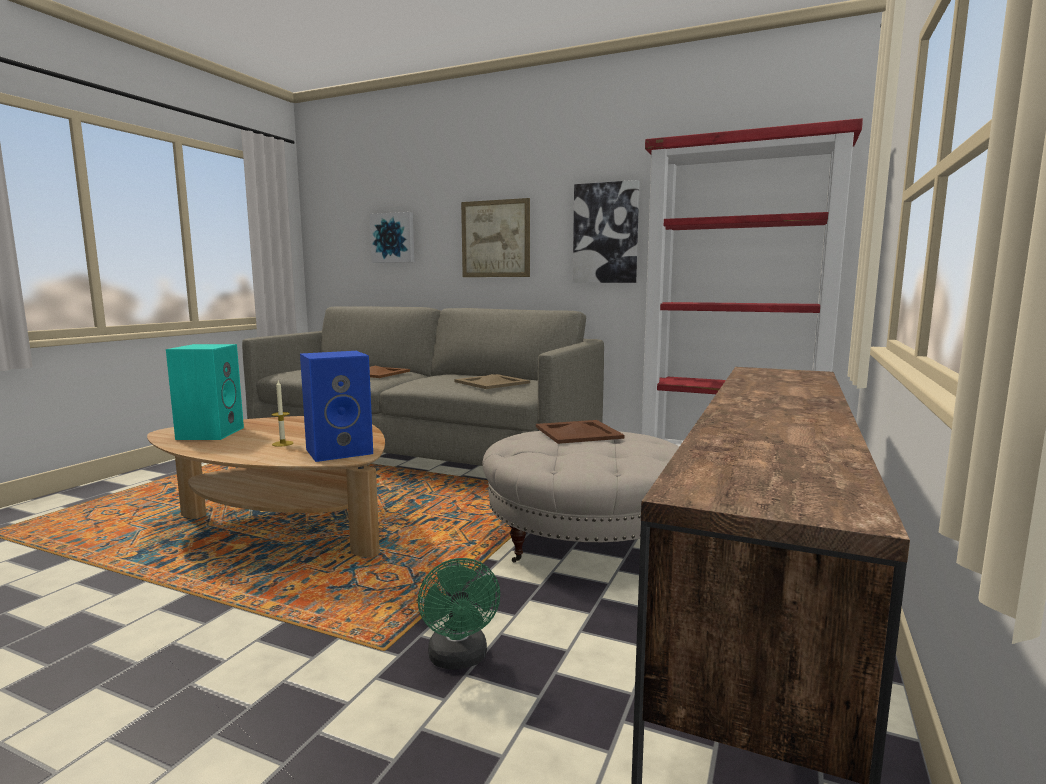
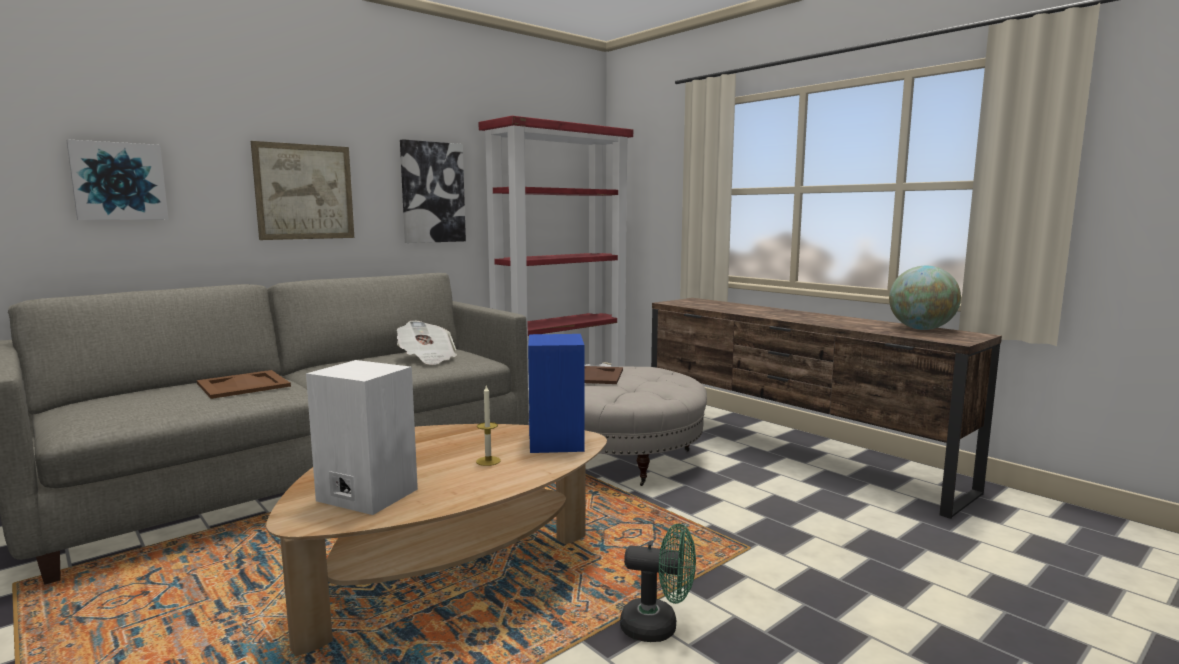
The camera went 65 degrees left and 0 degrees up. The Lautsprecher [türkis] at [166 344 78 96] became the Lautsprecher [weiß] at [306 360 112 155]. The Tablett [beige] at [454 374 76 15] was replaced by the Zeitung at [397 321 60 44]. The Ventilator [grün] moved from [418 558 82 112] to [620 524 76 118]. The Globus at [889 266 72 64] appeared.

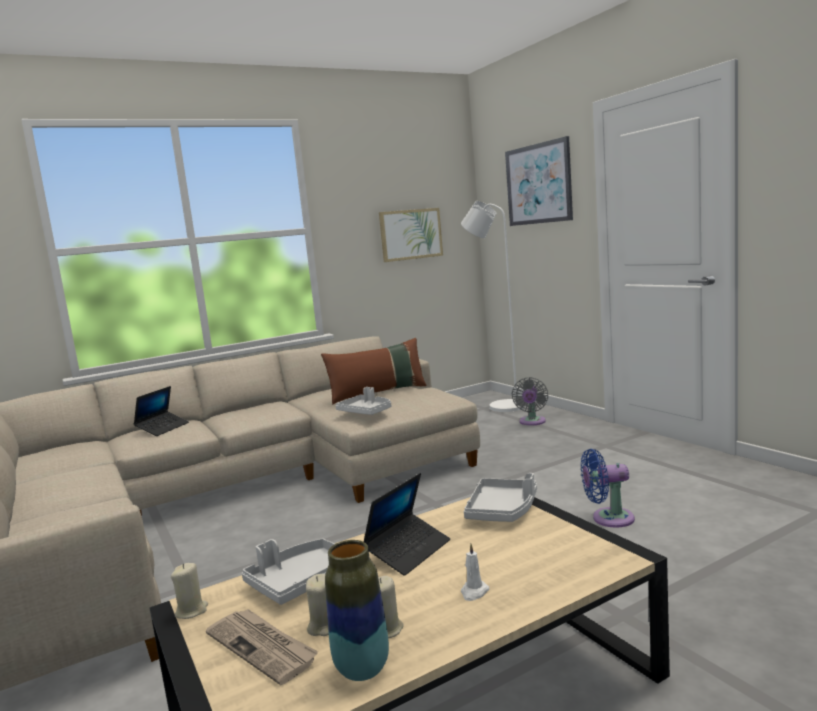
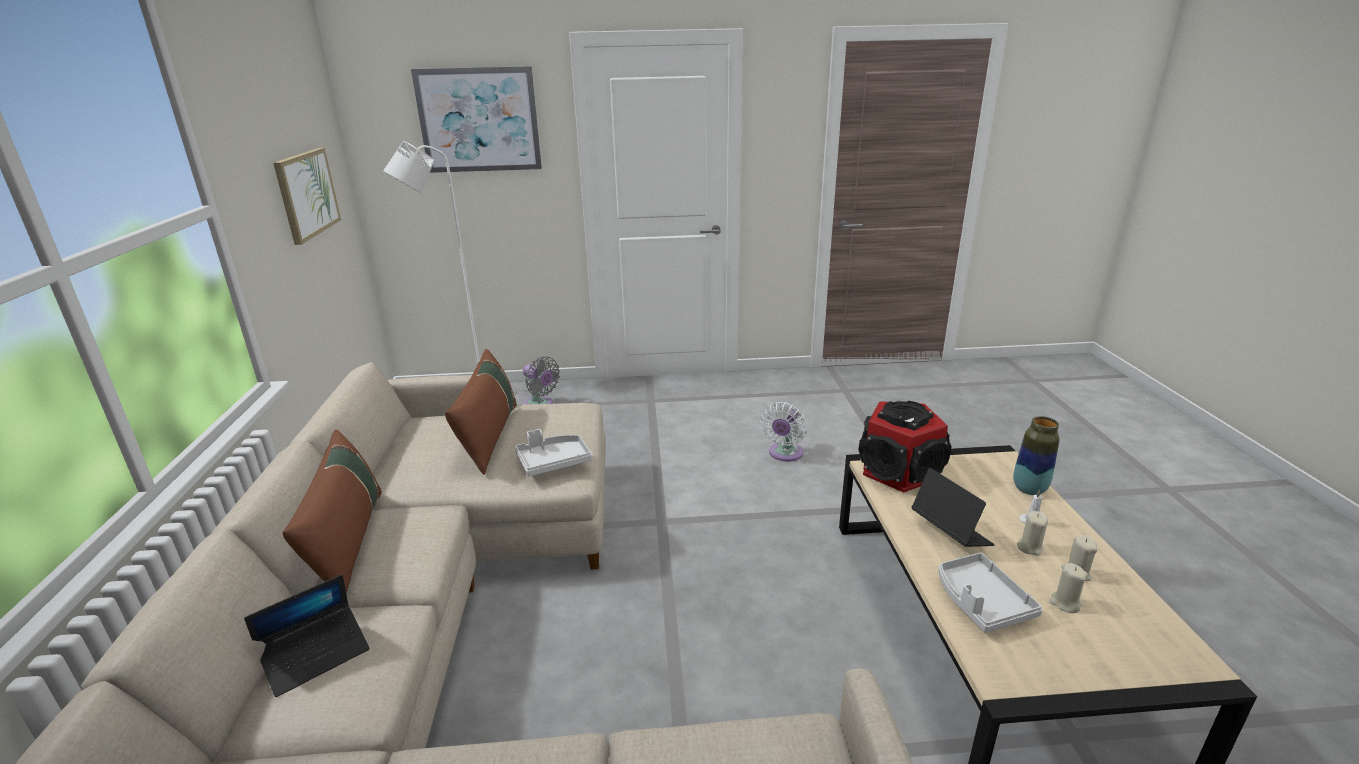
The camera went 65 degrees left and 15 degrees up. The Laptop at [133 386 56 50] turned 90 degrees clockwise. The Ventilator [blau] at [581 449 54 79] became the Ventilator [weiß] at [760 402 47 60]. The Tablett [grau] at [464 473 73 49] was replaced by the Lautsprecher at [858 400 94 92]. The Vase moved from [325 540 64 141] to [1013 416 46 79]. The Kerze [beige] moved from [171 563 37 56] to [1017 511 31 44]. The Zeitung at [206 609 112 76] disappeared. The Kissen [braun] at [282 429 100 166] appeared.

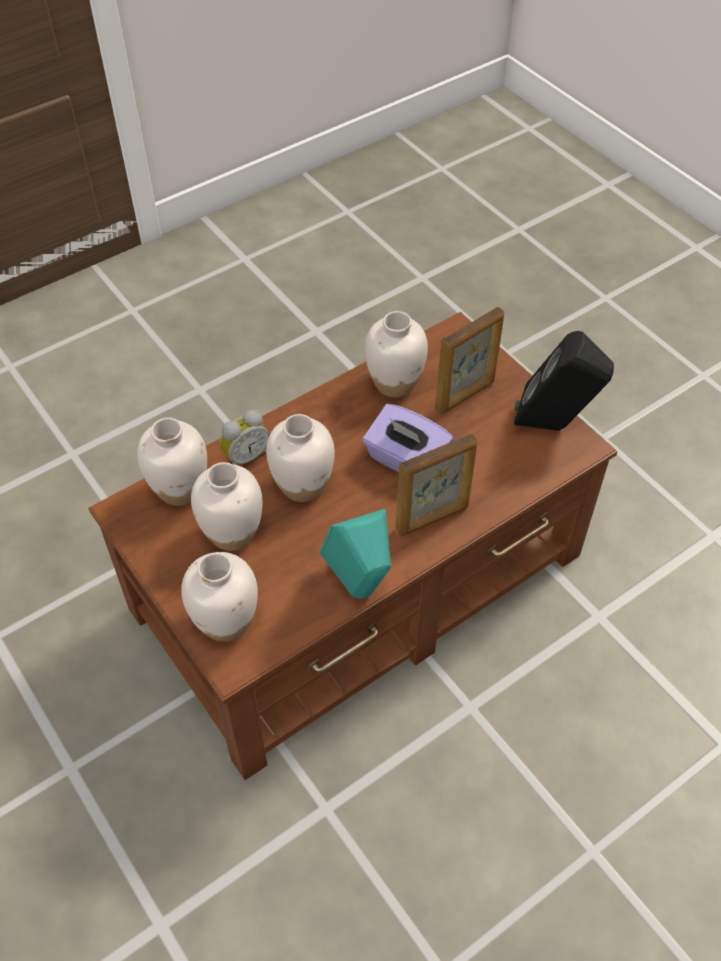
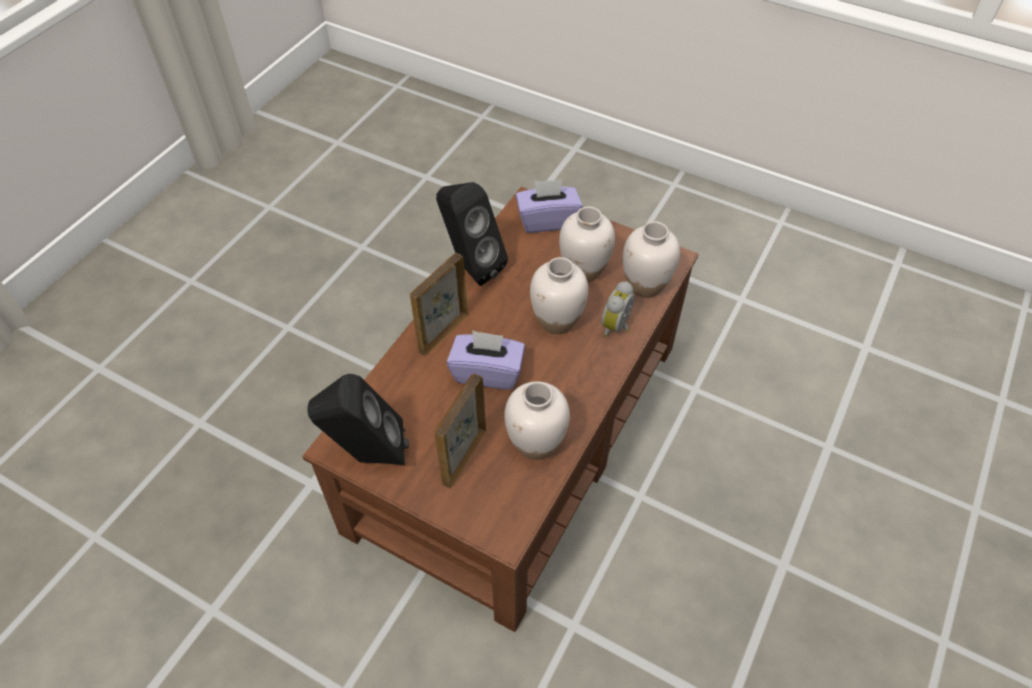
The camera went 155 degrees right and 0 degrees up. The Lautsprecher [türkis] at [320 509 71 90] became the Lautsprecher [schwarz] at [436 182 72 104]. The Vase [weiß] at [181 552 77 90] was replaced by the Taschentuchbox [lila] at [516 179 67 54].

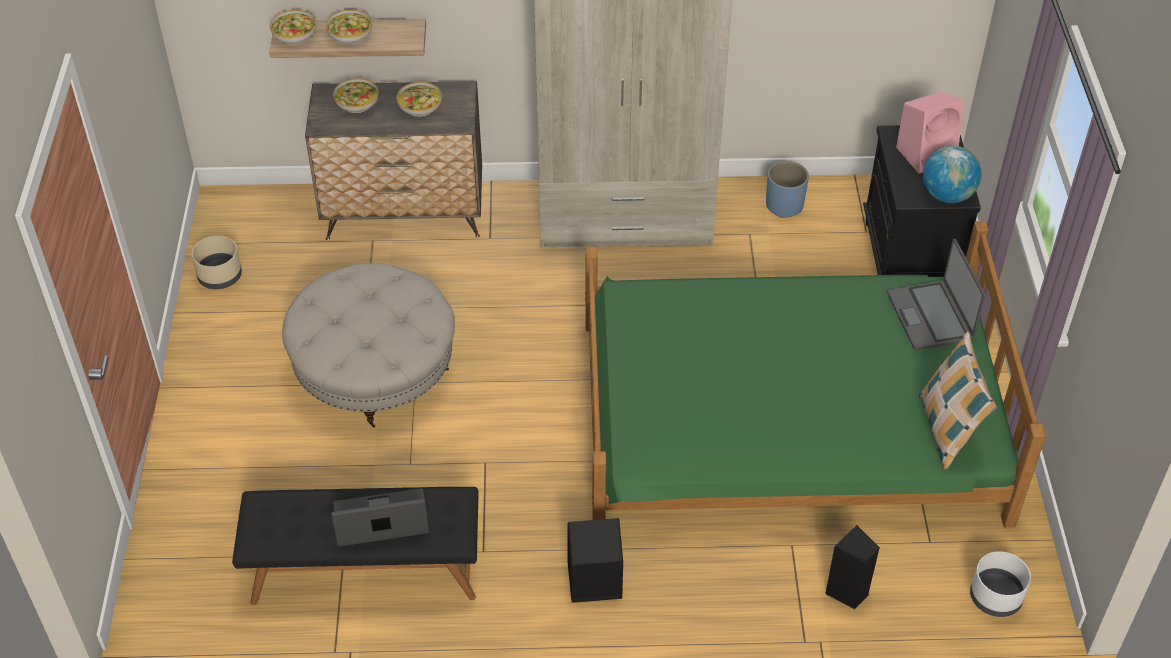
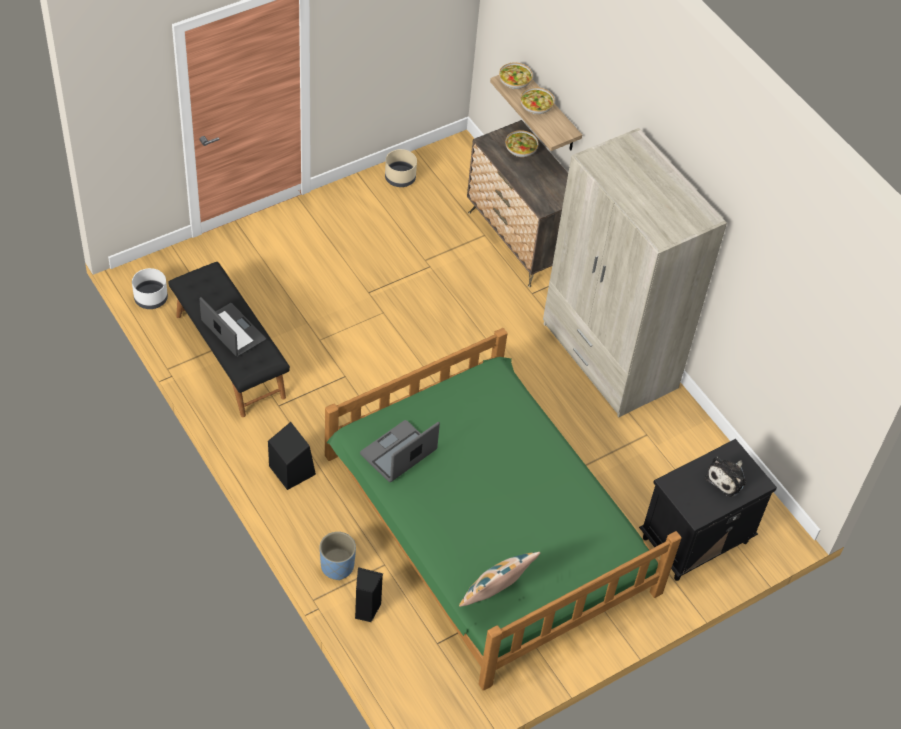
The camera went 55 degrees right and 5 degrees up. The Schüssel at [396 82 46 35] disappeared. The Lautsprecher [rosa] at [896 92 68 82] was replaced by the Plüschtier at [705 457 41 40]. The Globus at [923 146 59 57] disappeared. The Pflanzkübel [blau] moved from [766 161 43 57] to [320 532 36 48]. The Laptop moved from [887 238 99 112] to [360 420 80 62]. The Polsterhocker [beige] at [282 263 173 165] disappeared. The Pflanzkübel [weiß] moved from [970 551 61 66] to [132 268 36 41].

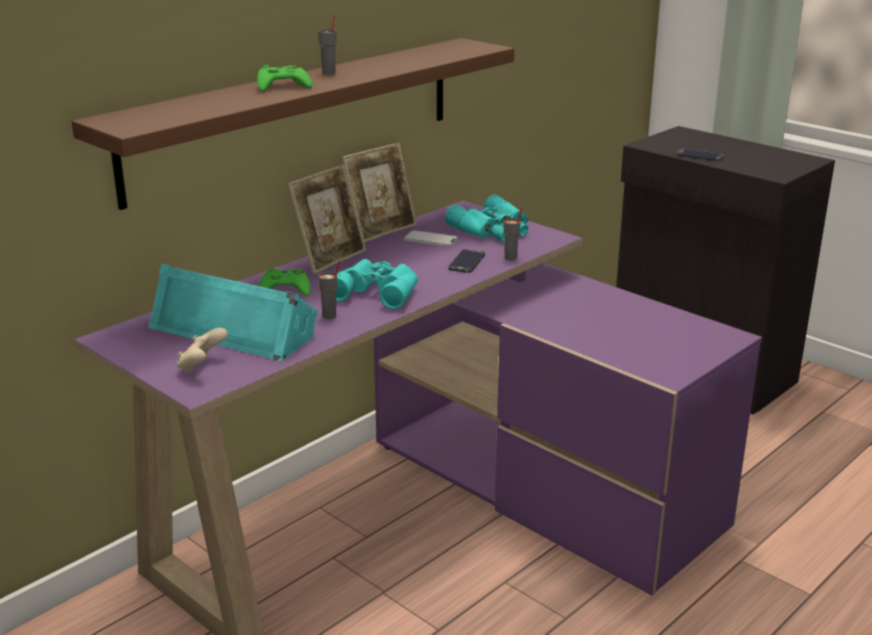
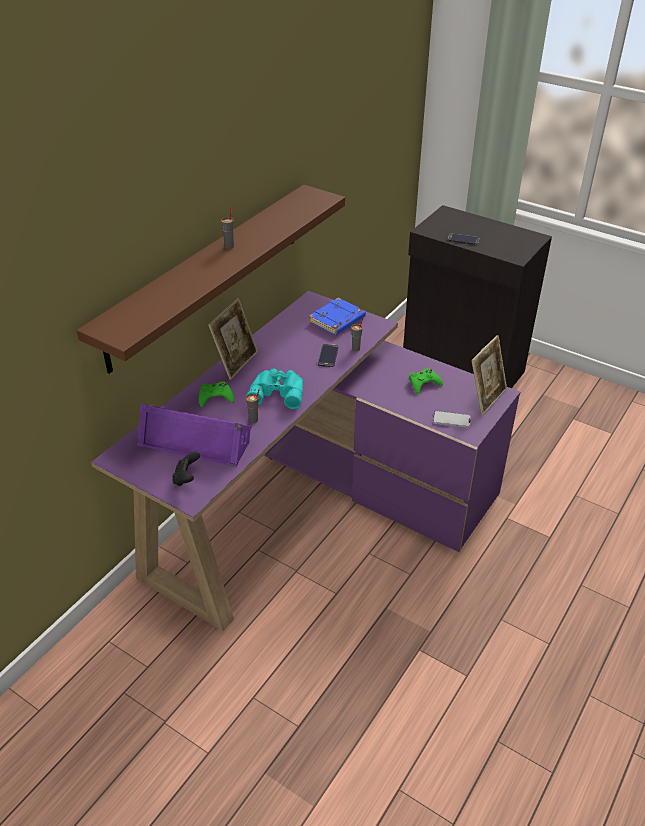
The camera went 10 degrees left and 15 degrees up. The Gamepad [grün] moved from [257 65 55 27] to [409 368 34 26]. The Bilderrahmen moved from [342 143 75 99] to [471 335 36 80]. The Fernglas [türkis] at [445 195 84 47] was replaced by the Buch [blau] at [309 298 57 37]. The Handy moved from [404 230 54 17] to [433 411 38 17]. The Lautsprecher [türkis] at [148 264 170 98] became the Lautsprecher [lila] at [137 403 114 64]. The Gamepad [beige] at [177 328 51 46] became the Gamepad [schwarz] at [172 451 28 35].

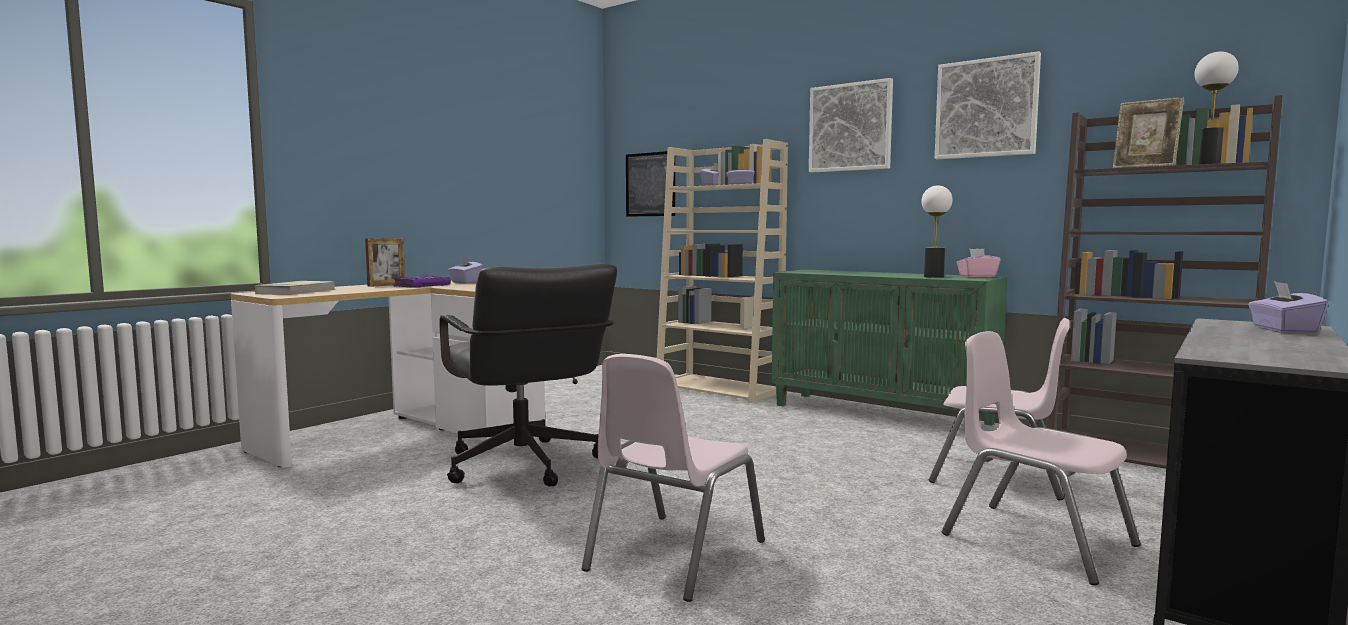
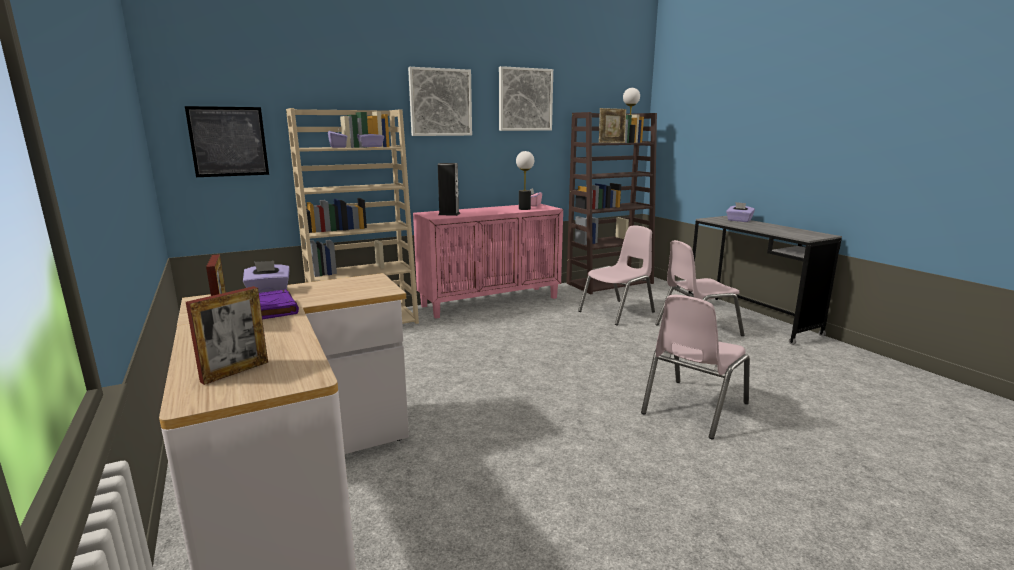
The camera went 65 degrees left and 10 degrees up. The Bürostuhl [schwarz] at [439 264 178 222] disappeared. The Schrank [grün] at [772 269 235 157] became the Schrank [rosa] at [413 204 150 115]. The Buch at [255 281 81 14] was replaced by the Bilderrahmen at [186 286 82 99]. The Stuhl [rosa] at [582 354 183 248] turned 75 degrees clockwise. The Lautsprecher at [438 163 22 53] appeared.

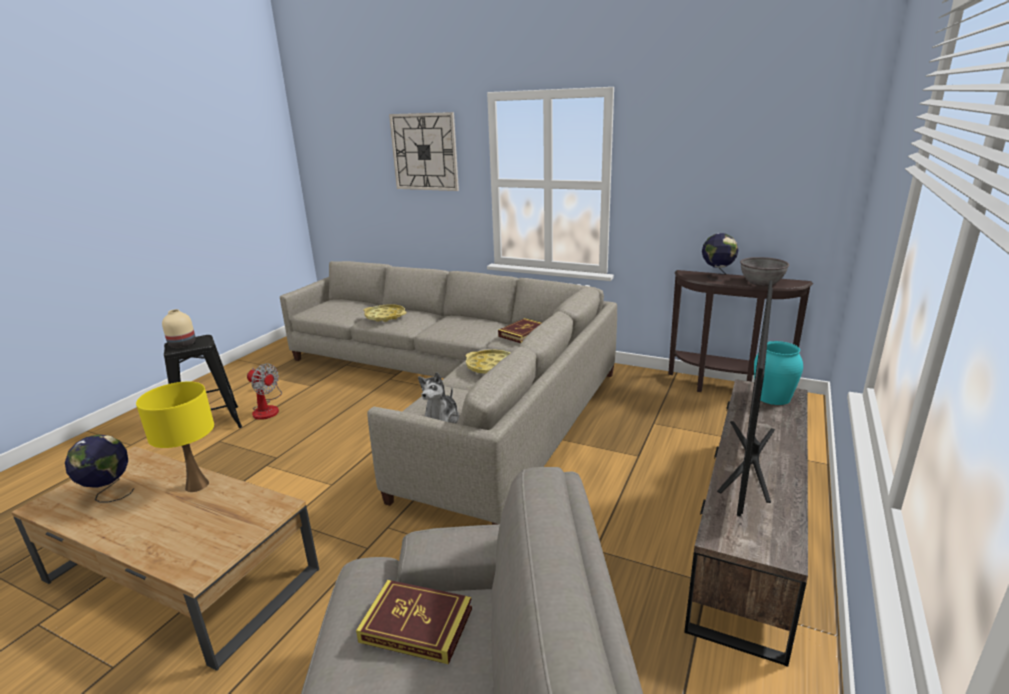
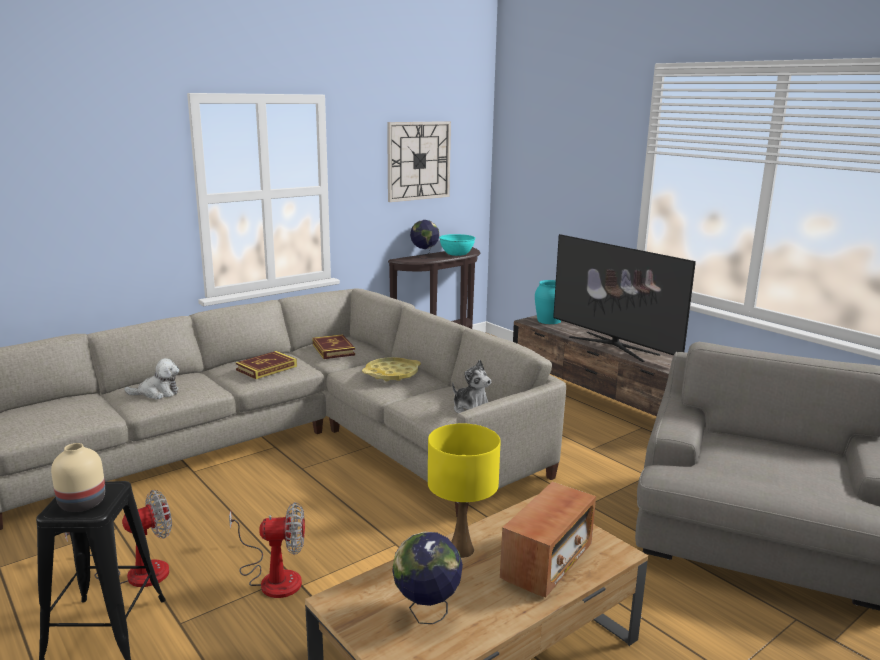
The camera went 65 degrees left and 5 degrees down. The Wanduhr moved from [389 112 70 79] to [387 121 64 81]. The Schüssel [grau] at [740 257 49 29] became the Schüssel [türkis] at [439 234 36 22]. The Tablett [gelb] at [364 304 42 18] was replaced by the Plüschtier at [124 358 55 42]. The Buch moved from [356 580 116 84] to [236 351 61 28]. The Radio at [500 482 96 115] appeared. The Ventilator at [229 502 76 96] appeared.

